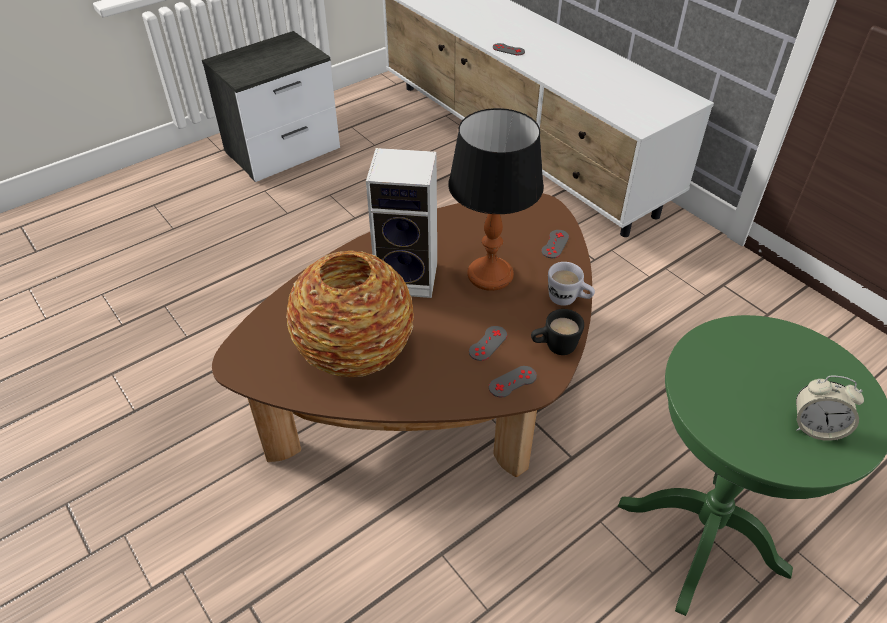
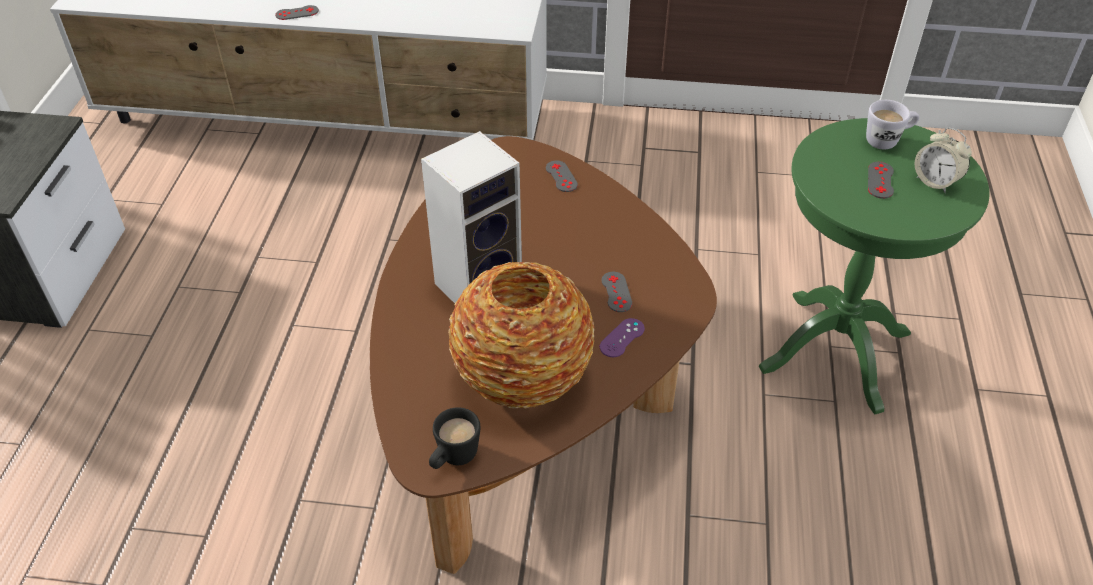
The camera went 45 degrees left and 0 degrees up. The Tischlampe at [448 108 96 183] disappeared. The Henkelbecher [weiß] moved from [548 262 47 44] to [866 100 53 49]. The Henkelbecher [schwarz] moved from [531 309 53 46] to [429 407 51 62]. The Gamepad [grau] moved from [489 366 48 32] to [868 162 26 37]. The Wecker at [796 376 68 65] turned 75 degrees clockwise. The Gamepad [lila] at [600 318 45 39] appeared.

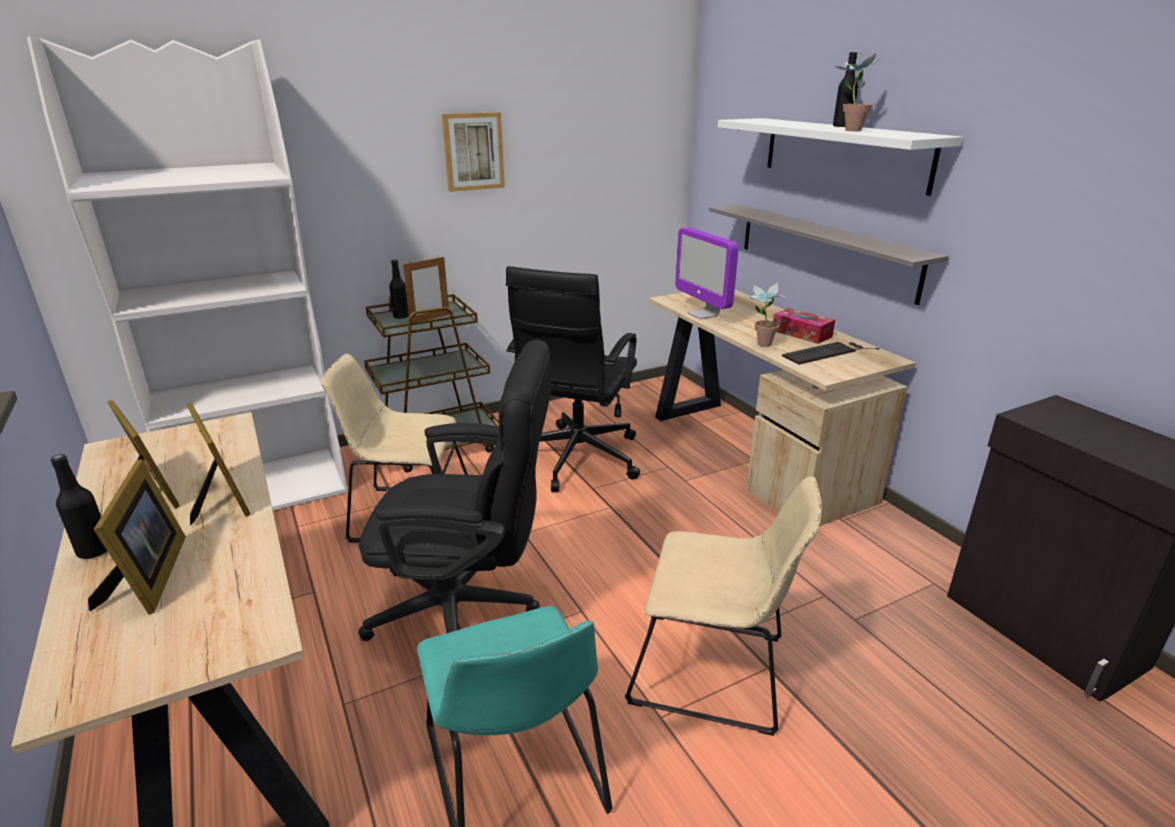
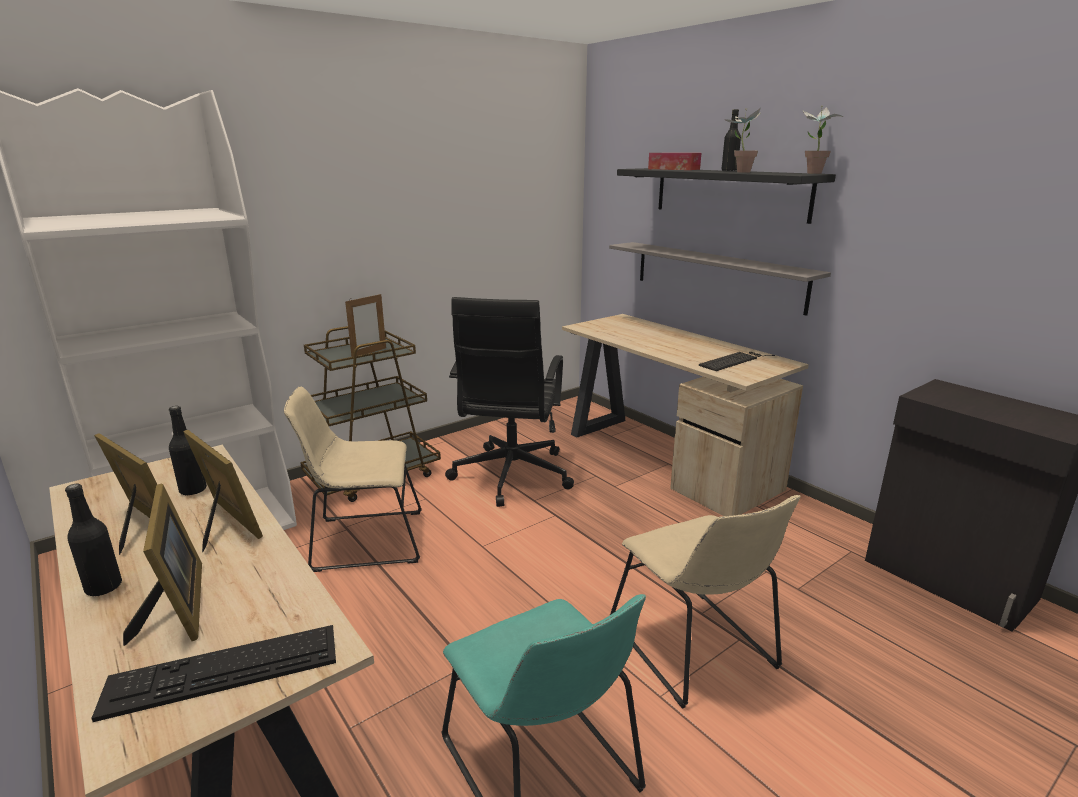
The camera went 10 degrees left and 5 degrees down. The Bild at [442 112 63 80] disappeared. The Wandregal [weiß] at [718 118 245 78] became the Wandregal [schwarz] at [617 168 219 56]. The Monitor at [675 227 63 92] disappeared. The Flasche [schwarz] moved from [389 259 20 60] to [169 406 38 90]. The Topfpflanze moved from [749 282 38 65] to [803 106 40 68]. The Taschentuchbox moved from [773 308 62 36] to [648 153 53 17]. The Bürostuhl [schwarz] at [358 340 193 301] disappeared. The Stuhl [beige] at [625 476 197 260] turned 60 degrees clockwise. The Tastatur at [91 625 245 97] appeared.

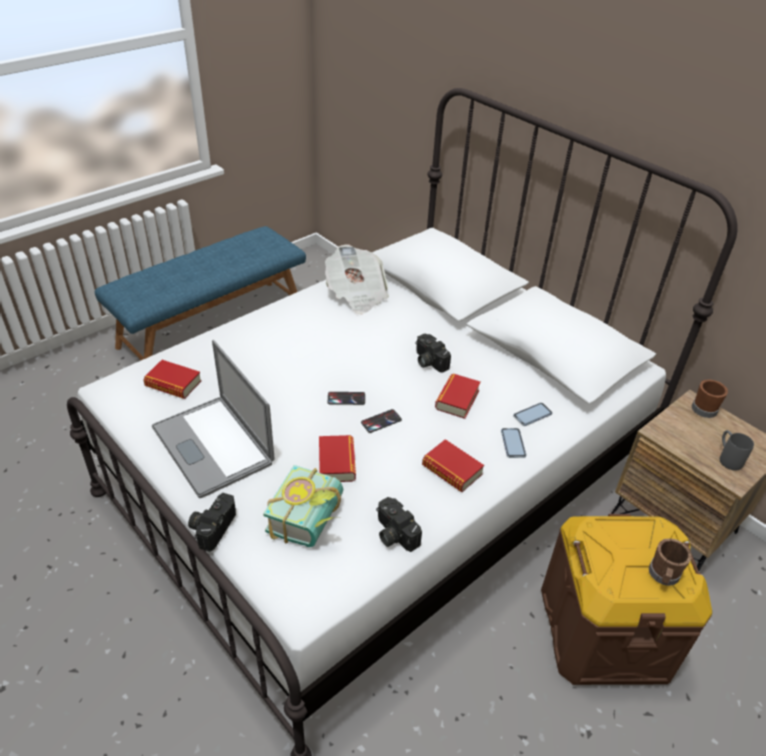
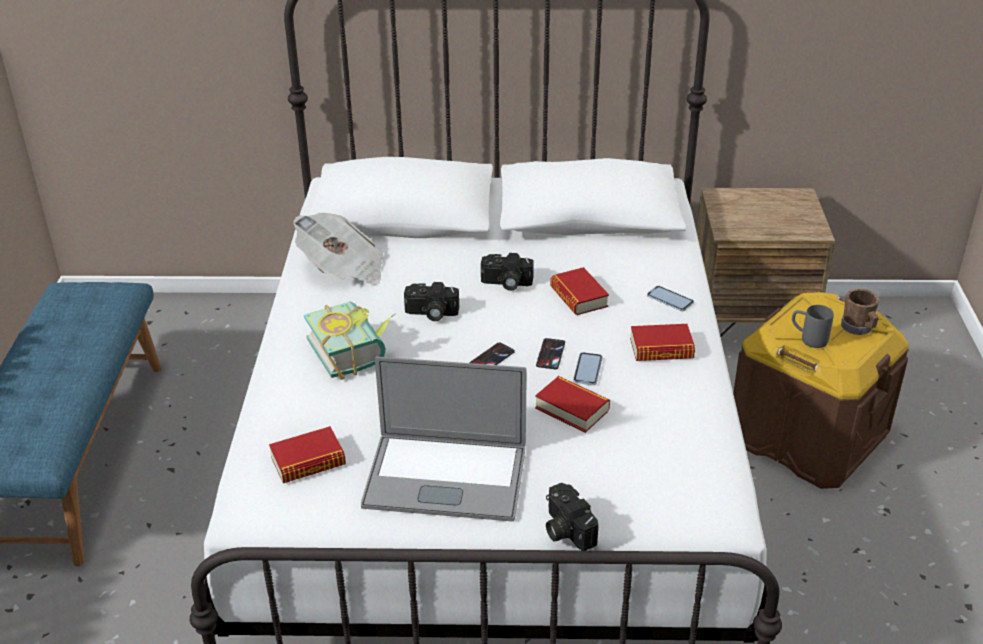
The camera went 45 degrees left and 5 degrees down. The Henkelbecher [braun] at [692 379 36 39] disappeared. The Handy moved from [513 403 39 23] to [573 352 29 33]. The Henkelbecher [grau] moved from [720 430 34 40] to [792 305 42 43]. The Buch moved from [263 465 80 82] to [304 302 91 78]. The Kamera moved from [376 497 46 55] to [404 282 55 39].

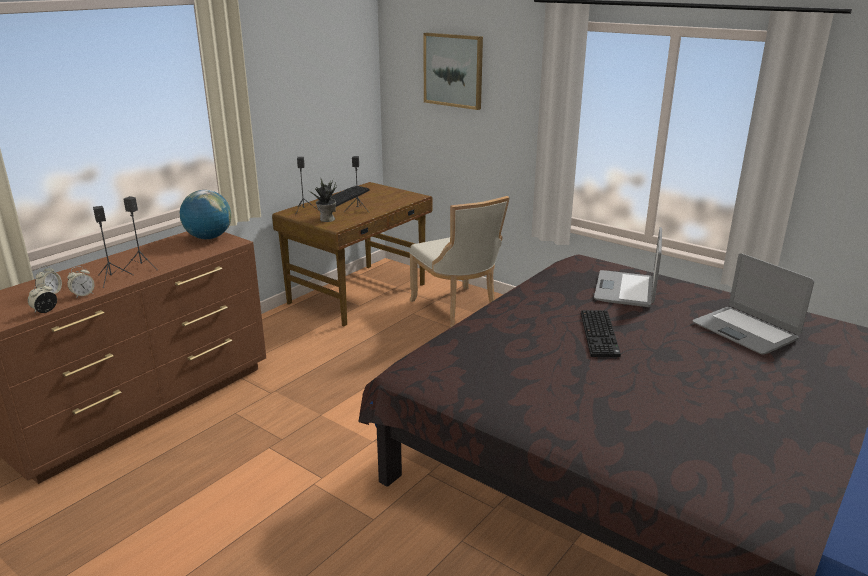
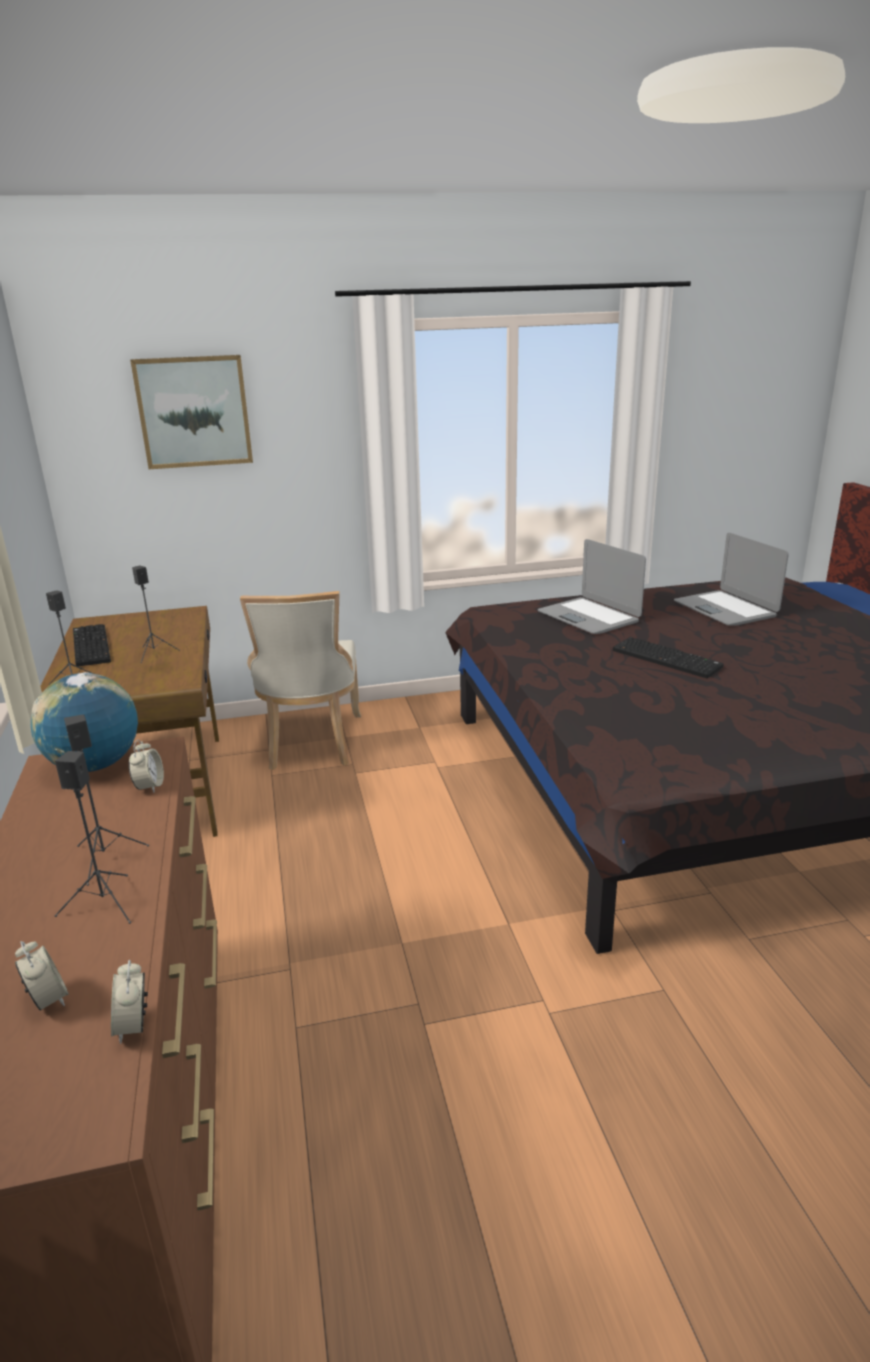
The camera went 50 degrees left and 0 degrees up. The Topfpflanze at [308 177 29 45] disappeared. The Stuhl [beige] at [410 196 100 132] turned 75 degrees clockwise. The Laptop at [692 253 122 101] turned 60 degrees clockwise. The Wecker moved from [67 266 28 32] to [129 739 35 54].

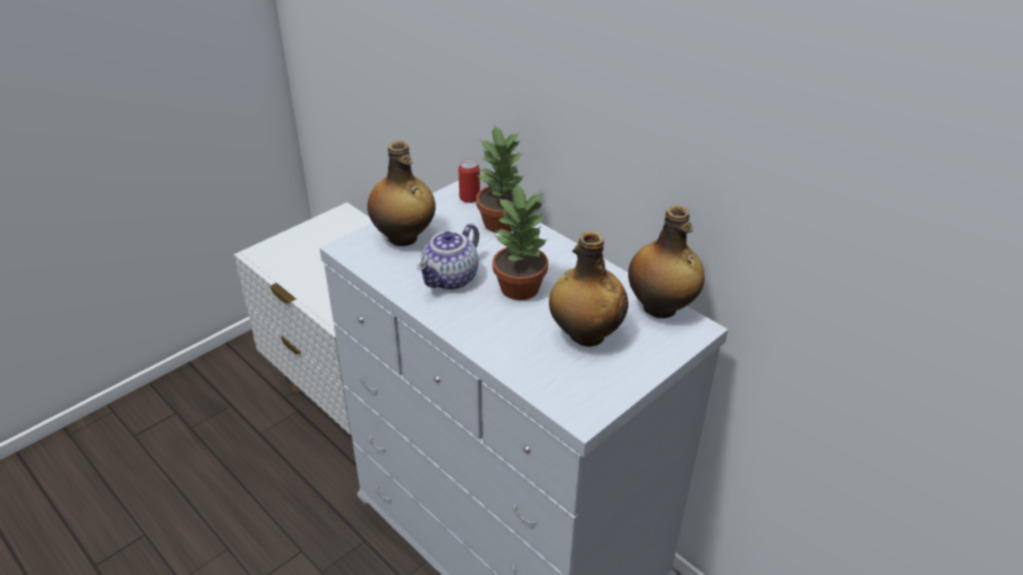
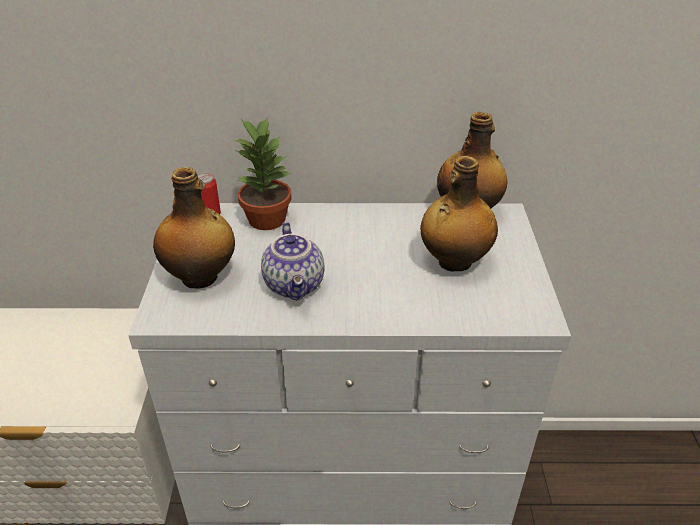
The camera went 45 degrees left and 0 degrees up. The Topfpflanze at [492 183 56 117] disappeared.

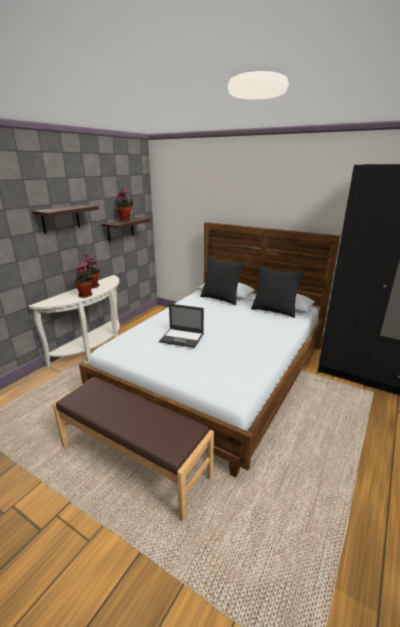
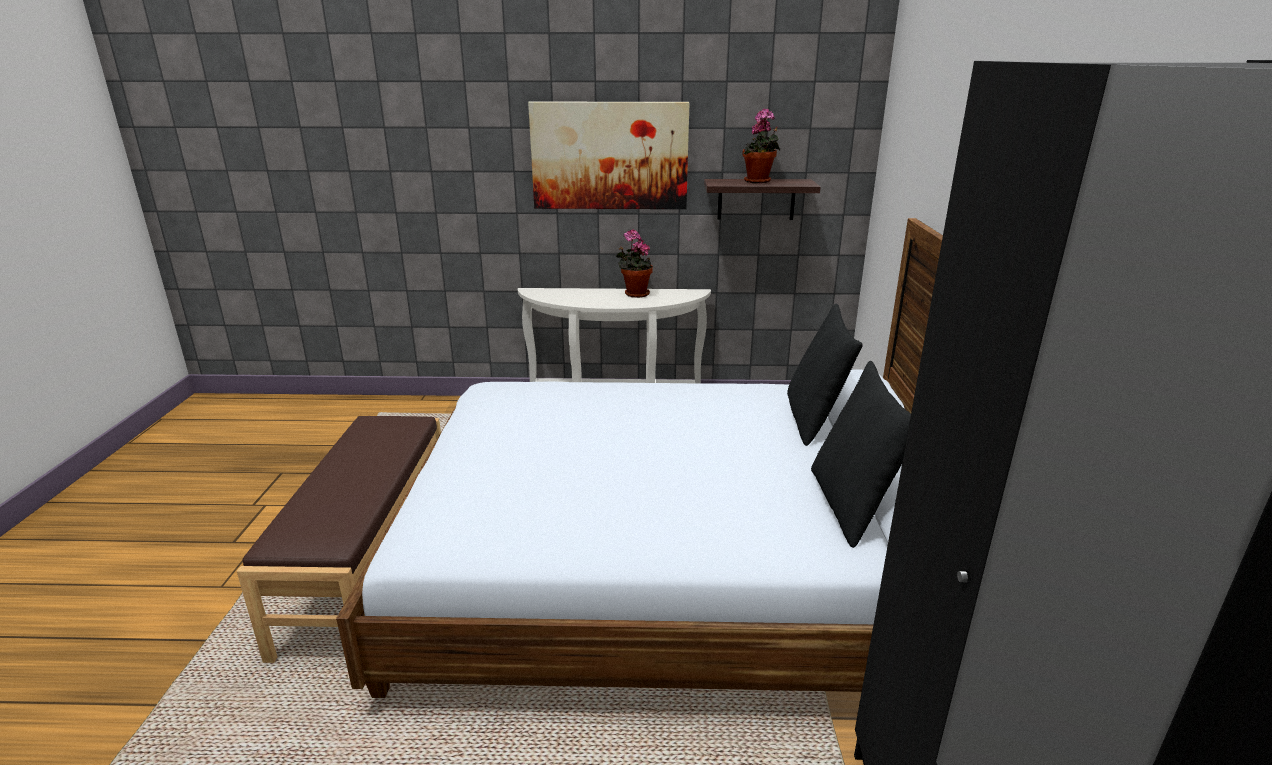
The camera went 60 degrees right and 0 degrees up. The Wandregal at [32 205 67 29] was replaced by the Bild at [528 102 162 107]. The Topfpflanze at [74 261 20 37] disappeared. The Laptop at [159 304 45 44] disappeared.

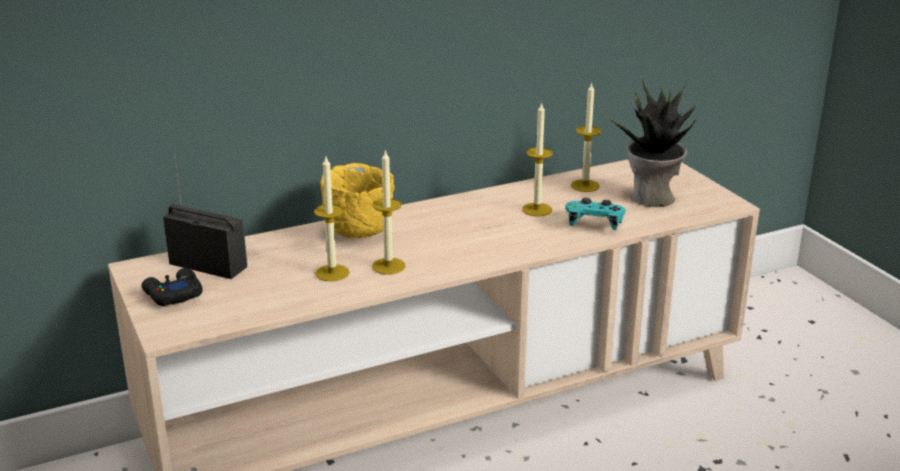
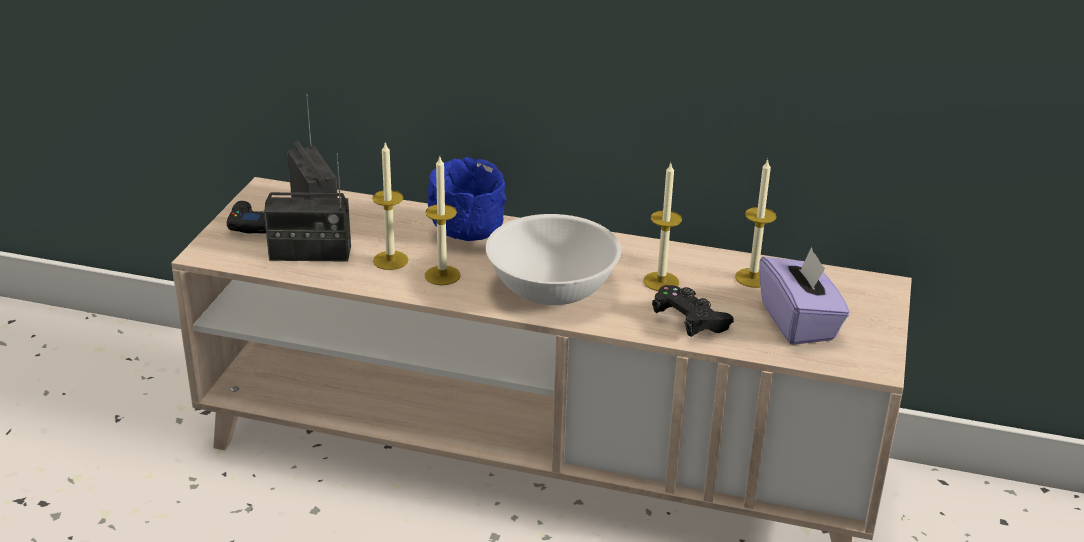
The camera went 40 degrees right and 5 degrees up. The Topfpflanze at [609 80 89 127] was replaced by the Taschentuchbox [lila] at [759 247 91 98]. The Schüssel [gelb] at [320 163 75 75] became the Schüssel [blau] at [427 157 79 84]. The Gamepad [türkis] at [565 198 61 32] became the Gamepad [schwarz] at [652 285 82 52]. The Radio at [264 153 87 109] appeared. The Schüssel [weiß] at [486 214 135 91] appeared.

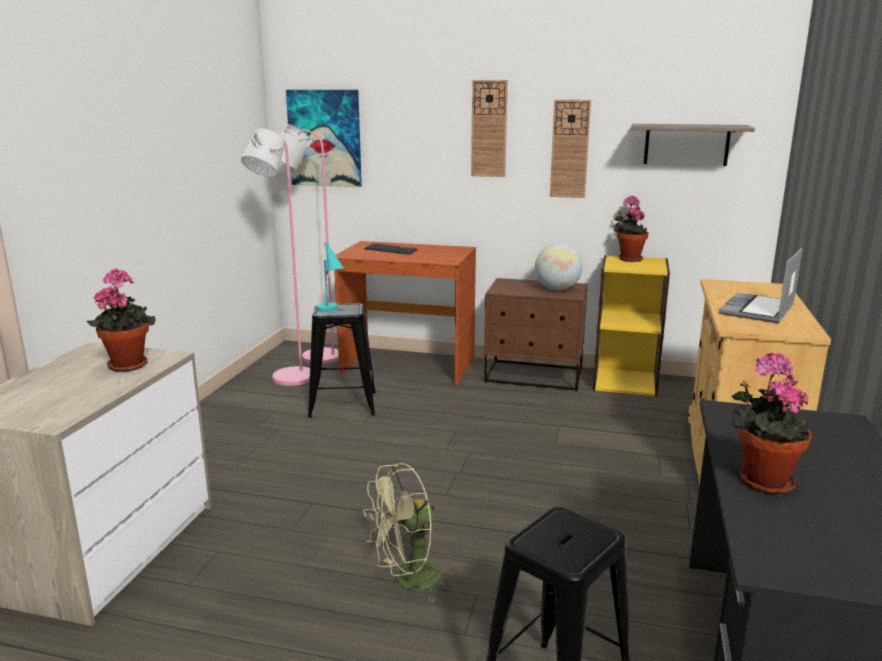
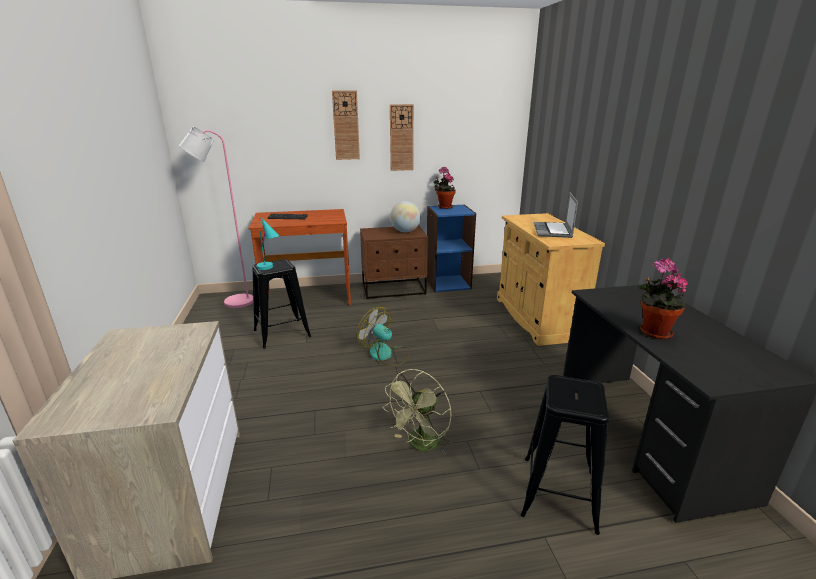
The camera went 25 degrees left and 5 degrees up. The Bild at [286 90 76 97] disappeared. The Wandregal at [631 124 124 42] disappeared. The Stehlampe [rosa] at [241 128 69 258] disappeared. The Bücherregal [gelb] at [593 255 77 142] became the Bücherregal [blau] at [427 204 49 88]. The Topfpflanze at [87 269 69 103] disappeared. The Ventilator at [356 307 54 59] appeared.

